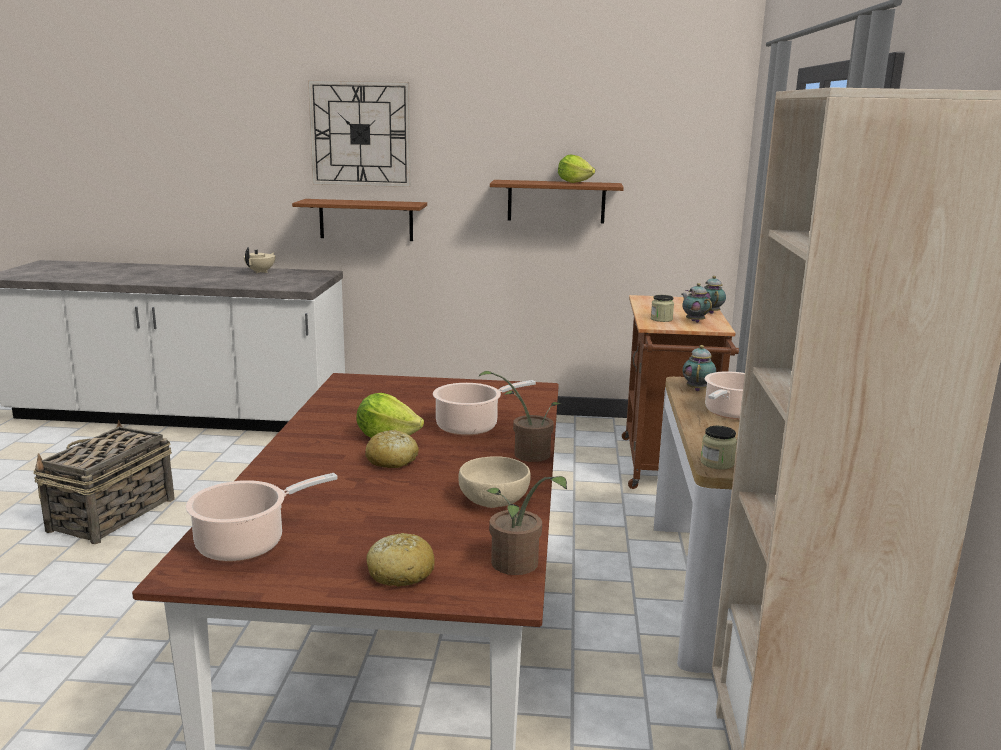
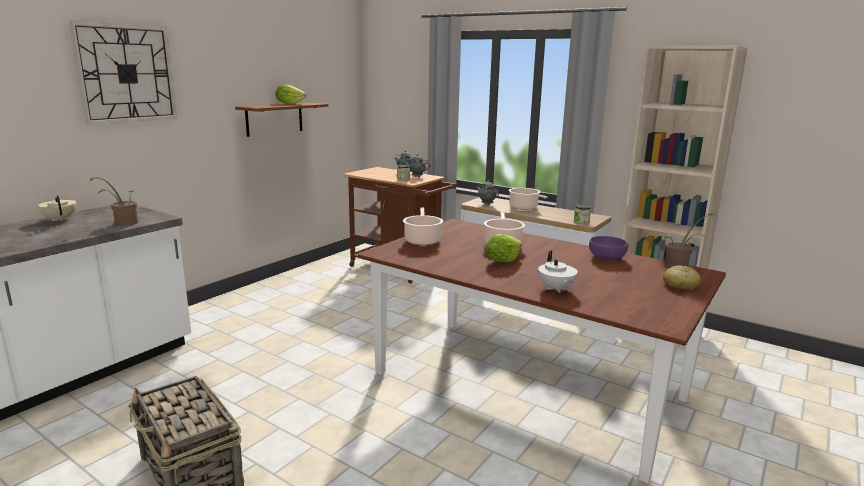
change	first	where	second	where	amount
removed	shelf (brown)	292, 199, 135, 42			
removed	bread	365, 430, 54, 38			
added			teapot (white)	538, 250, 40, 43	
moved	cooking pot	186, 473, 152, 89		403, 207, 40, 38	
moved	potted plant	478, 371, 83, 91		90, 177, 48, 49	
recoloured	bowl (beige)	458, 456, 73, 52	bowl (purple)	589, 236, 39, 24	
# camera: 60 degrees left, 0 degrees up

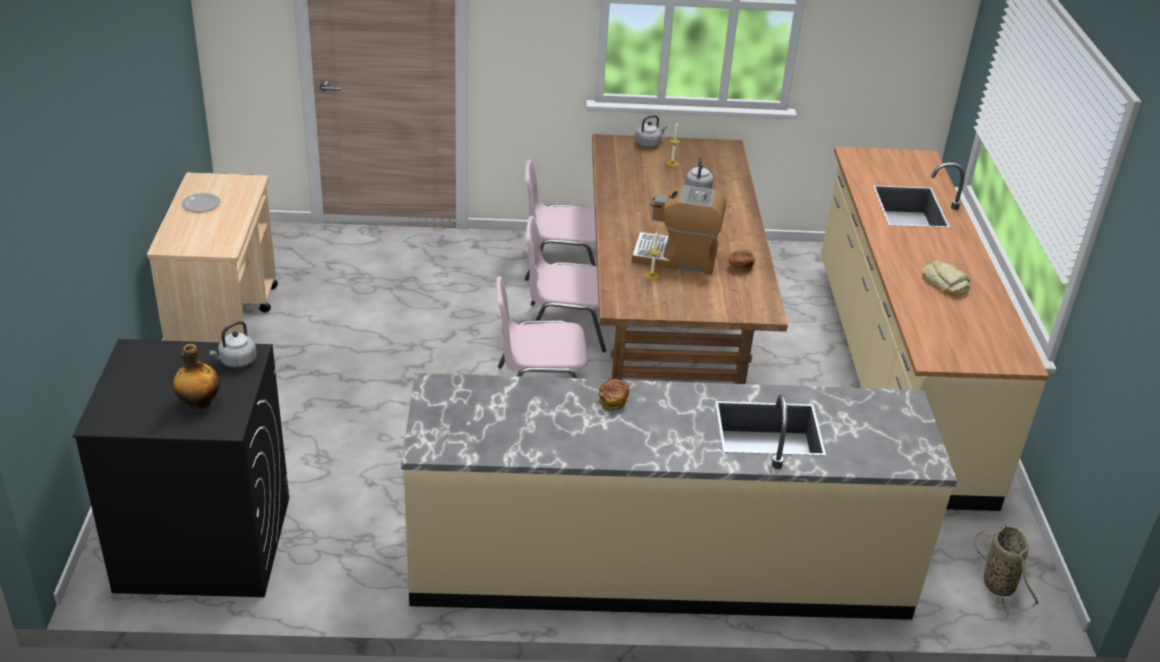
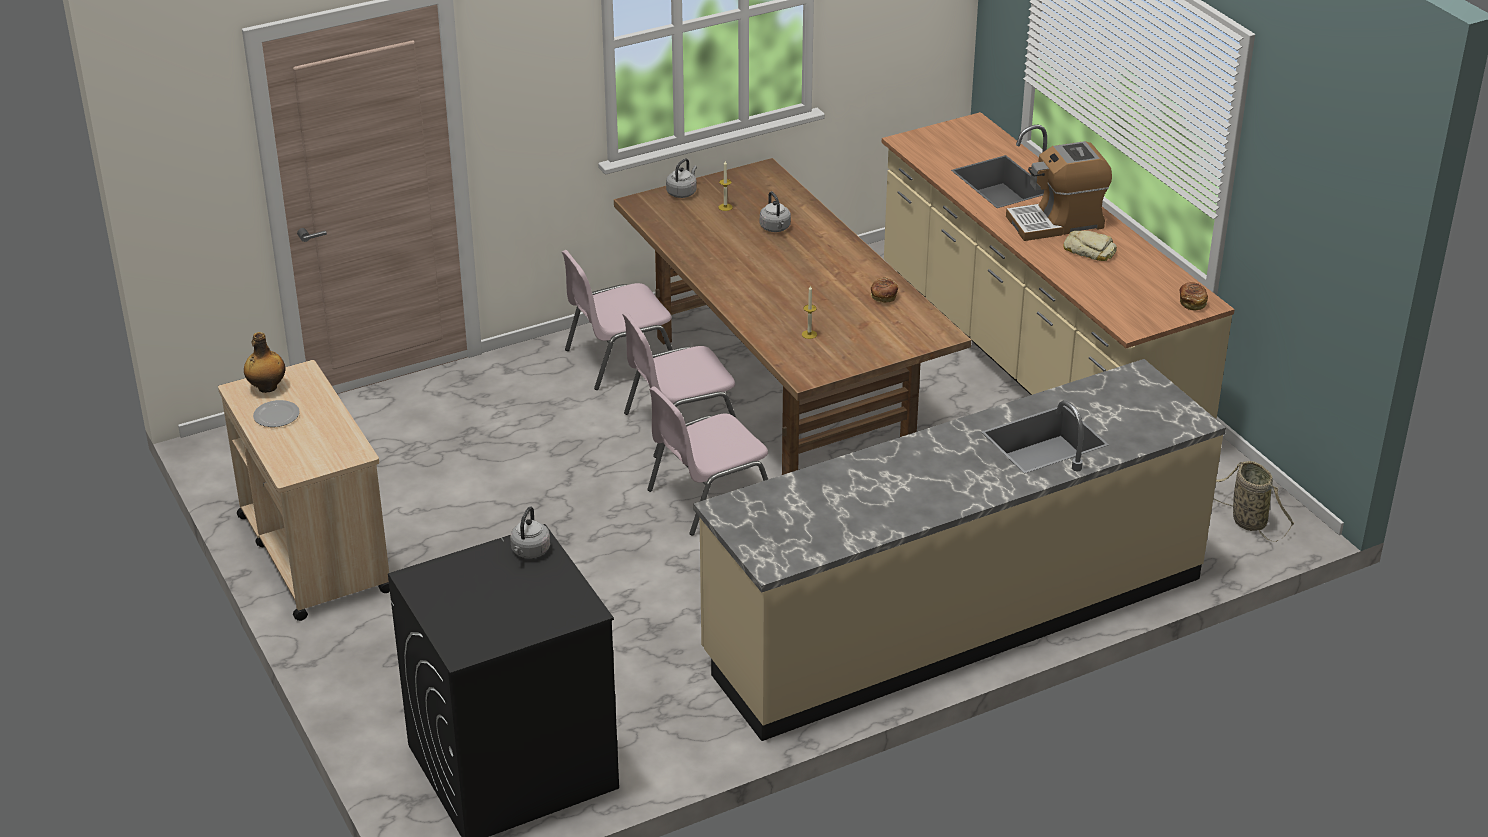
change	first	where	second	where	amount
moved	bottle	173, 344, 47, 65		244, 332, 42, 61	
moved	bread	599, 379, 31, 31		1180, 282, 28, 28	
moved	coffee machine	632, 185, 94, 90		1006, 141, 106, 100	
# camera: 25 degrees left, 0 degrees up

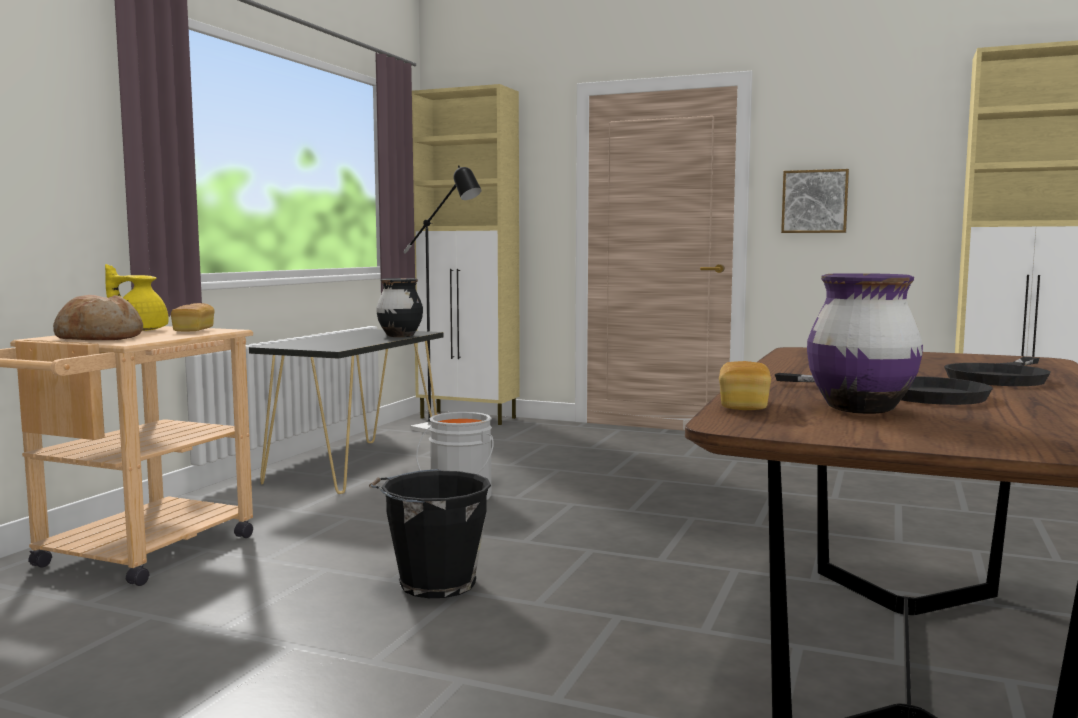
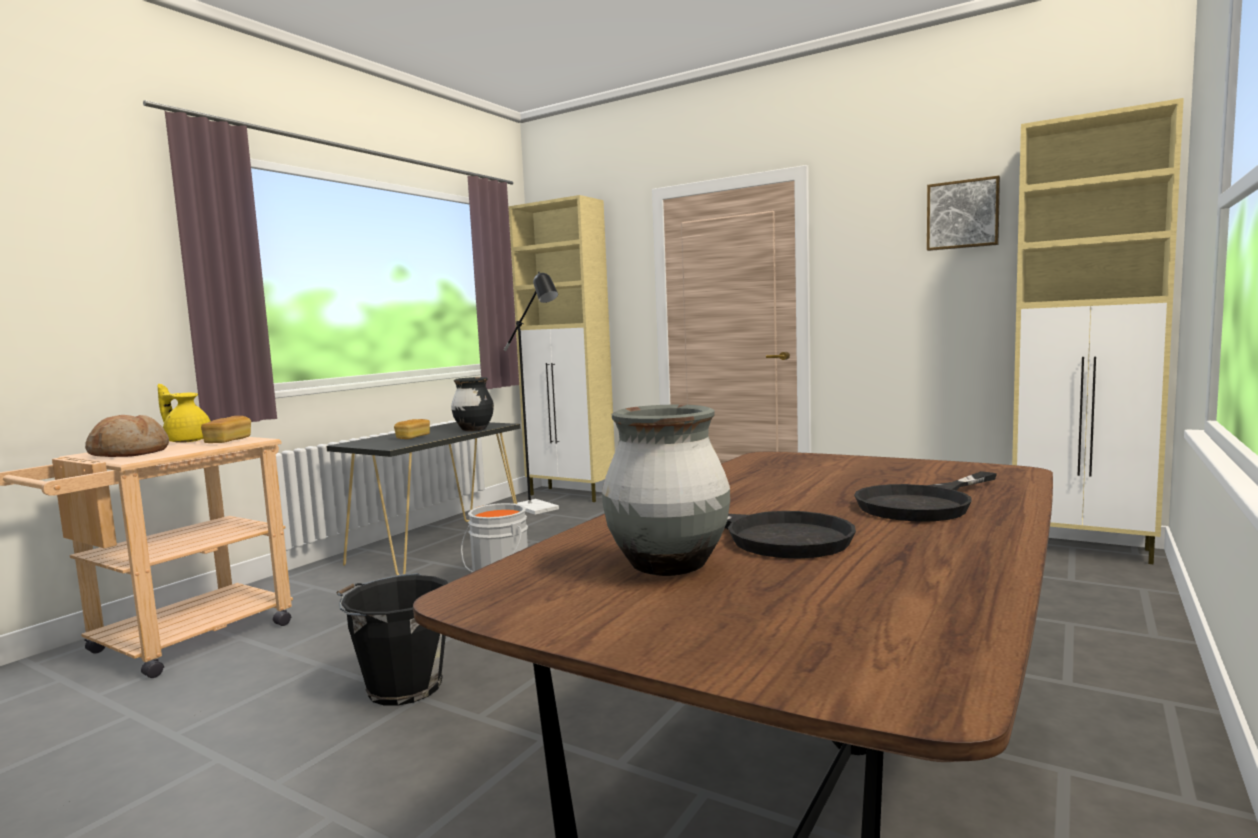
change	first	where	second	where	amount
moved	bread	719, 361, 52, 49		394, 419, 36, 20	
moved	picture	781, 169, 68, 64		927, 176, 73, 75	
recoloured	vase (purple)	807, 273, 116, 141	vase (grey)	602, 405, 128, 171	
# camera: 10 degrees right, 0 degrees up

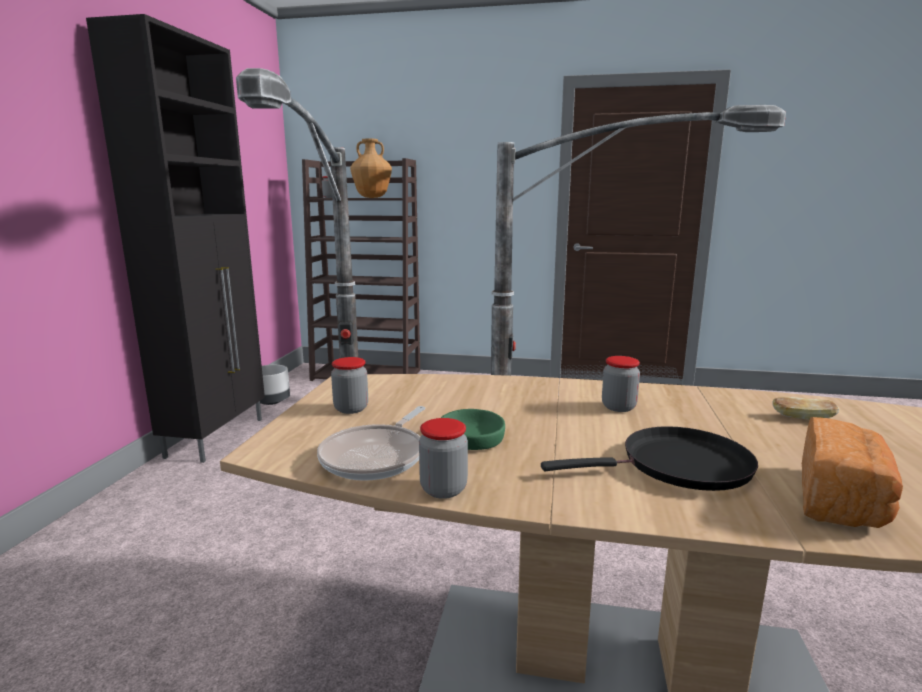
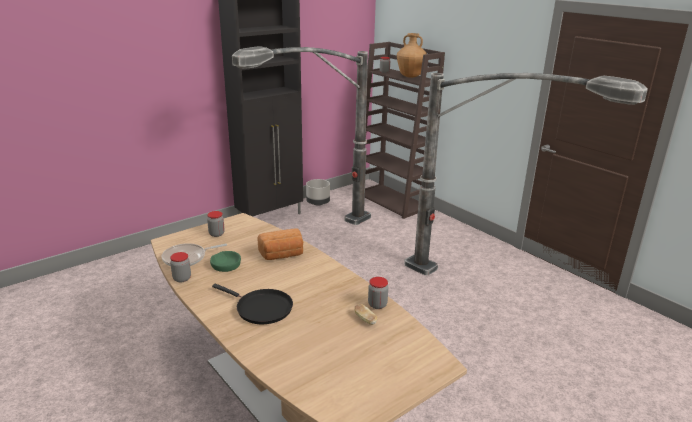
change	first	where	second	where	amount
moved	jar	602, 356, 38, 56		368, 277, 20, 32	
moved	bread	802, 417, 101, 111		257, 228, 46, 32	
# camera: 40 degrees right, 10 degrees up

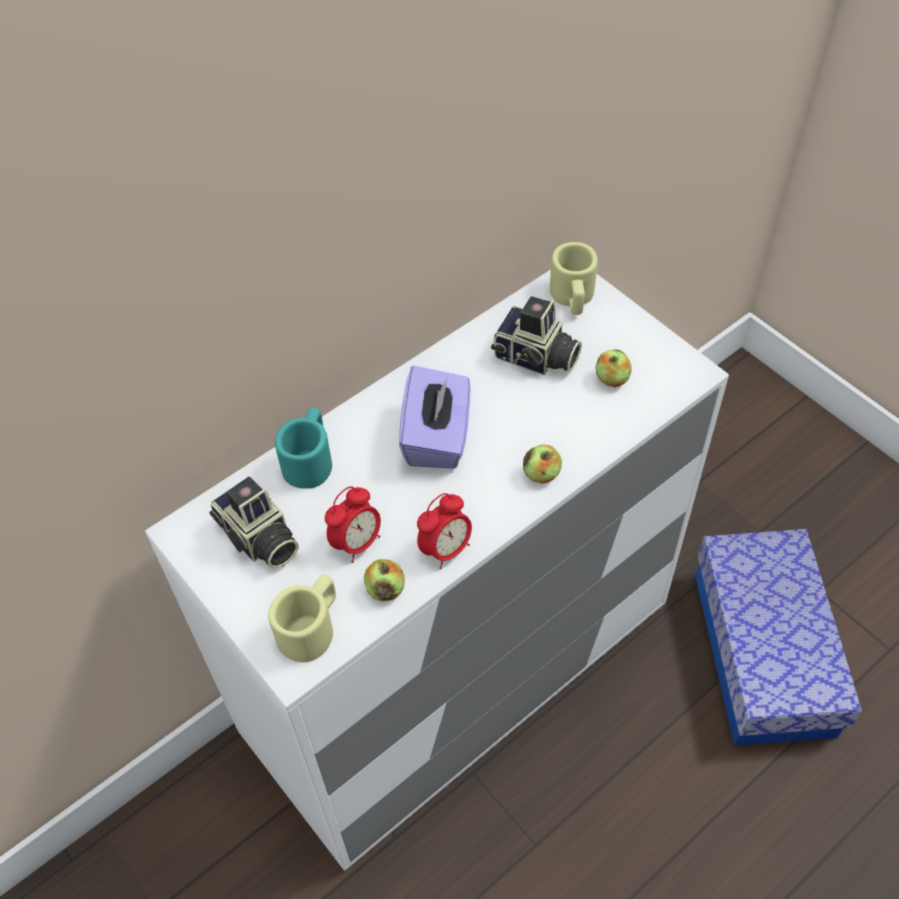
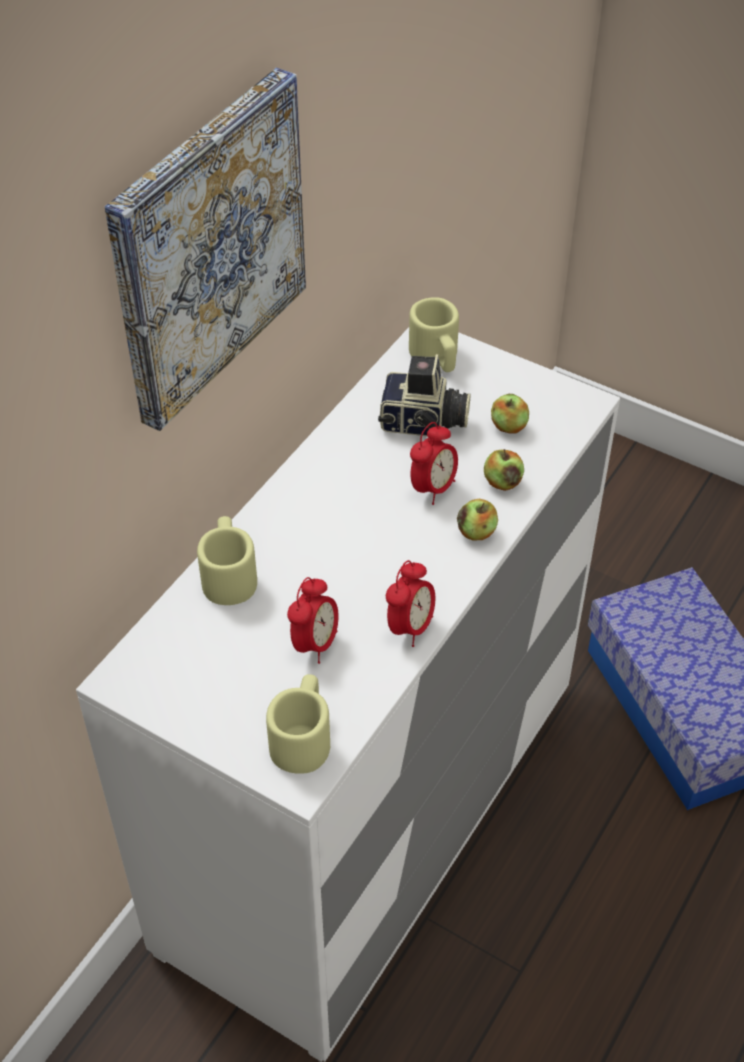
change	first	where	second	where	amount
removed	photo camera	209, 477, 89, 92			
removed	tissue box (purple)	399, 366, 72, 103			
added			picture	105, 68, 201, 363	
added			alarm clock	410, 422, 48, 83	
moved	apple	364, 559, 41, 42		484, 449, 40, 42	
recoloured	mug (turquoise)	275, 408, 57, 81	mug (beige)	197, 516, 60, 89	
# camera: 20 degrees left, 5 degrees down

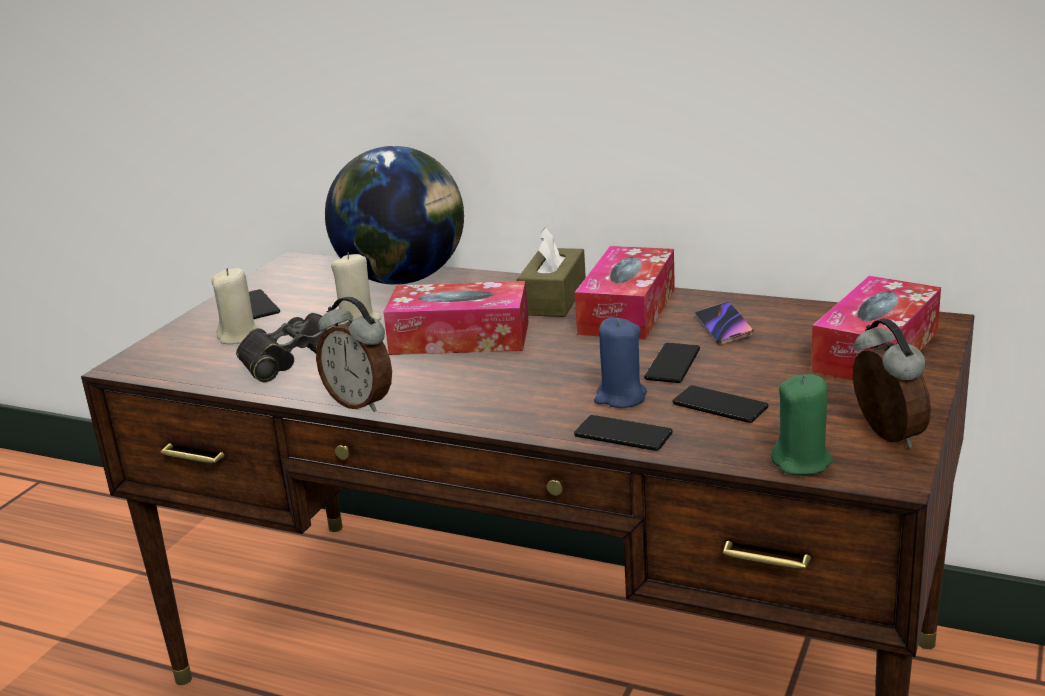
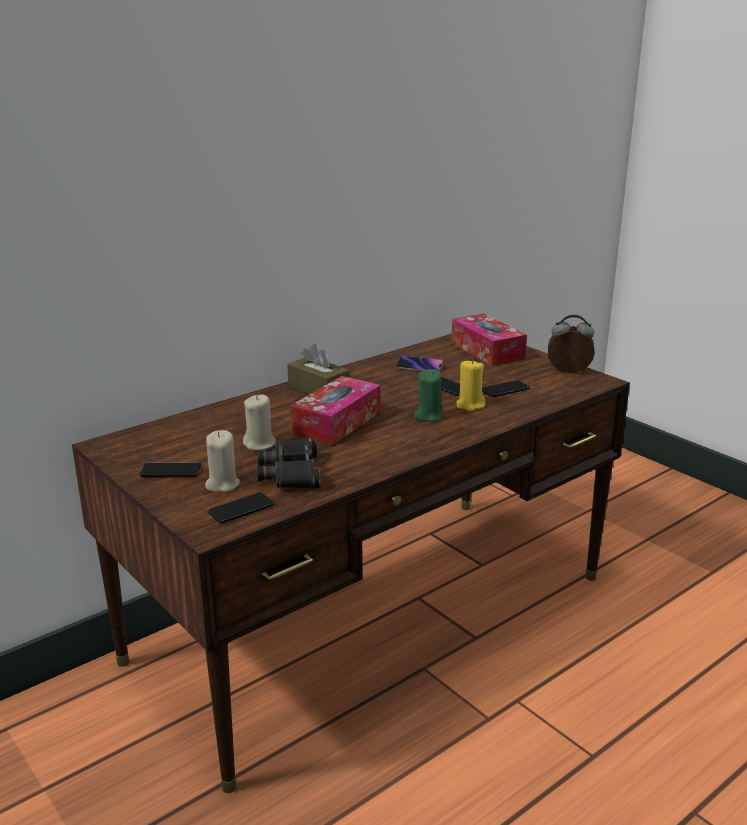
change	first	where	second	where	amount
removed	alarm clock	316, 297, 76, 115			
removed	globe	325, 146, 139, 139			
removed	tissue box	575, 246, 100, 94			
moved	phone	574, 415, 99, 36		208, 492, 66, 31	
moved	candle (green)	771, 374, 62, 101		414, 369, 29, 53	
recoloured	candle (blue)	594, 317, 53, 91	candle (yellow)	457, 359, 29, 53	
# camera: 65 degrees left, 0 degrees up

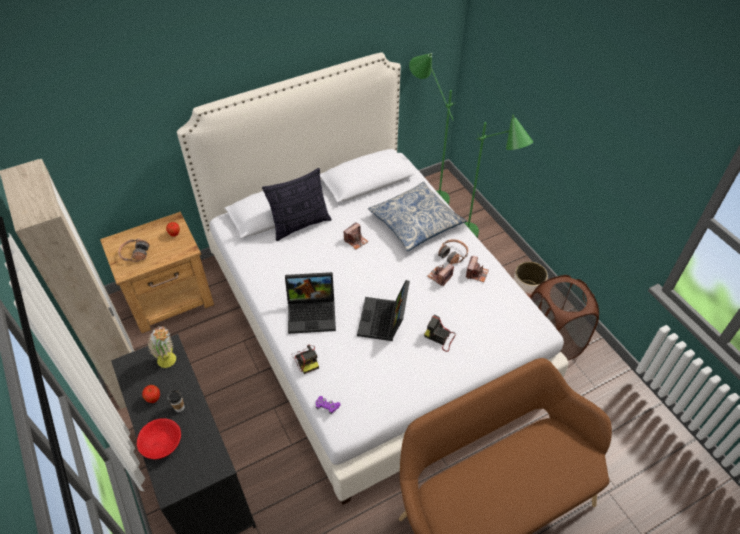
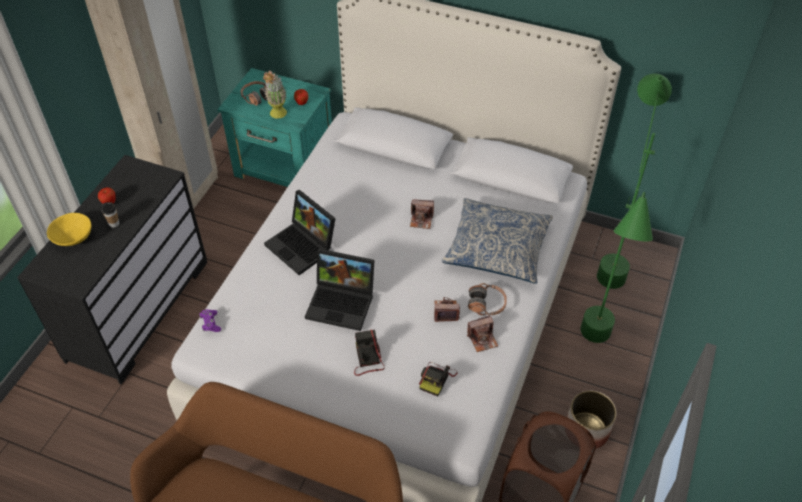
change	first	where	second	where	amount
removed	pillow	262, 168, 70, 73			
moved	potted plant	147, 326, 29, 42		263, 70, 24, 49	
moved	photo camera	292, 344, 27, 30		419, 362, 39, 34	
recoloured	nightstand (brown)	100, 212, 114, 121	nightstand (turquoise)	217, 68, 115, 119	
recoloured	bowl (red)	137, 418, 44, 41	bowl (yellow)	47, 213, 44, 33	
turned	laptop	357, 280, 53, 61		305, 249, 69, 82	135 degrees counterclockwise
# camera: 50 degrees right, 0 degrees up

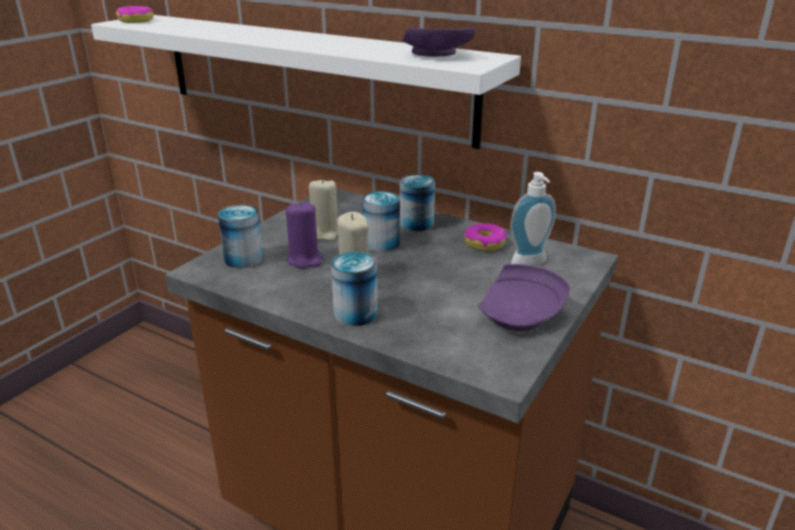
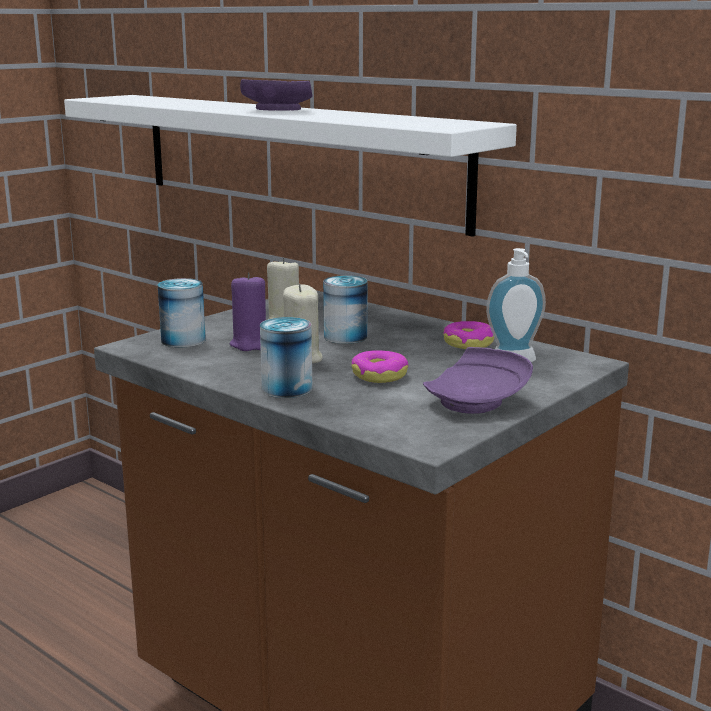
change	first	where	second	where	amount
removed	can	400, 174, 35, 57			
moved	donut	116, 6, 38, 17		351, 350, 58, 33	
moved	plate (purple)	402, 27, 73, 30		240, 79, 72, 32	
# camera: 10 degrees right, 10 degrees down

